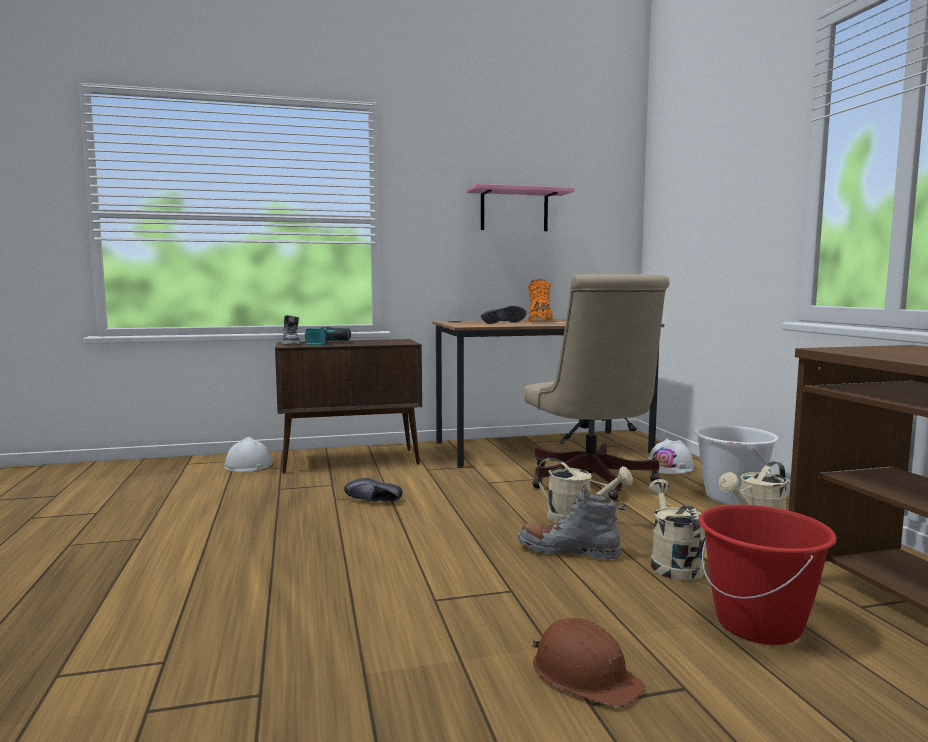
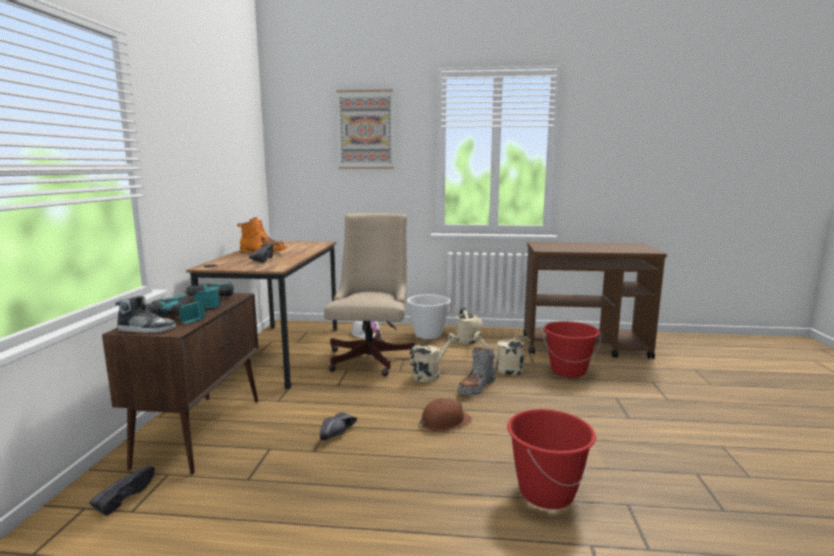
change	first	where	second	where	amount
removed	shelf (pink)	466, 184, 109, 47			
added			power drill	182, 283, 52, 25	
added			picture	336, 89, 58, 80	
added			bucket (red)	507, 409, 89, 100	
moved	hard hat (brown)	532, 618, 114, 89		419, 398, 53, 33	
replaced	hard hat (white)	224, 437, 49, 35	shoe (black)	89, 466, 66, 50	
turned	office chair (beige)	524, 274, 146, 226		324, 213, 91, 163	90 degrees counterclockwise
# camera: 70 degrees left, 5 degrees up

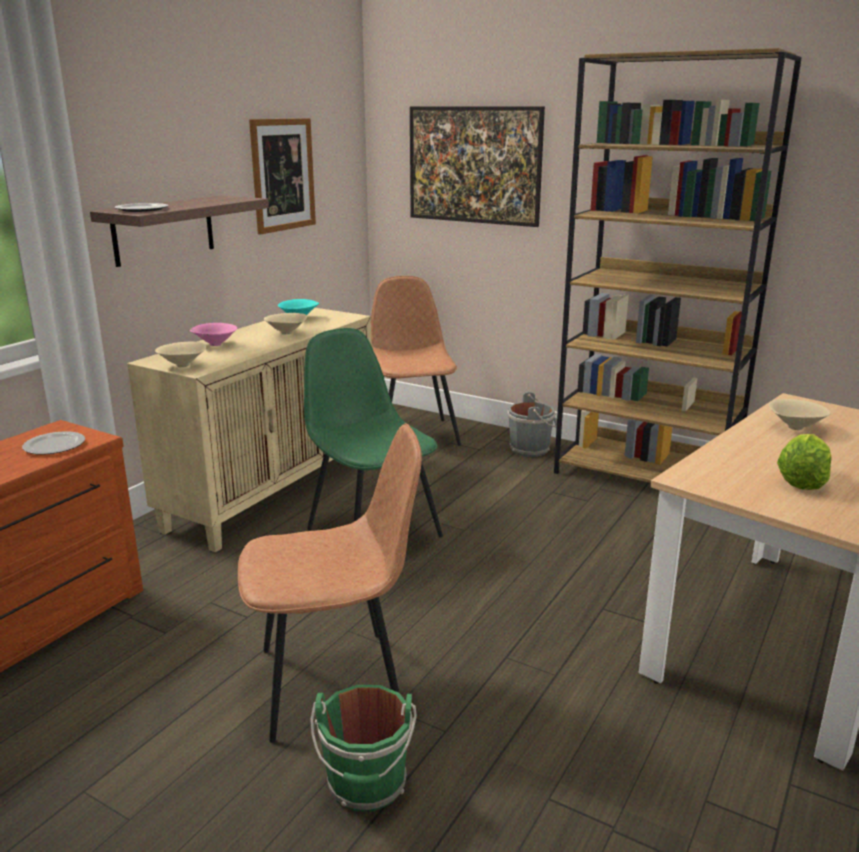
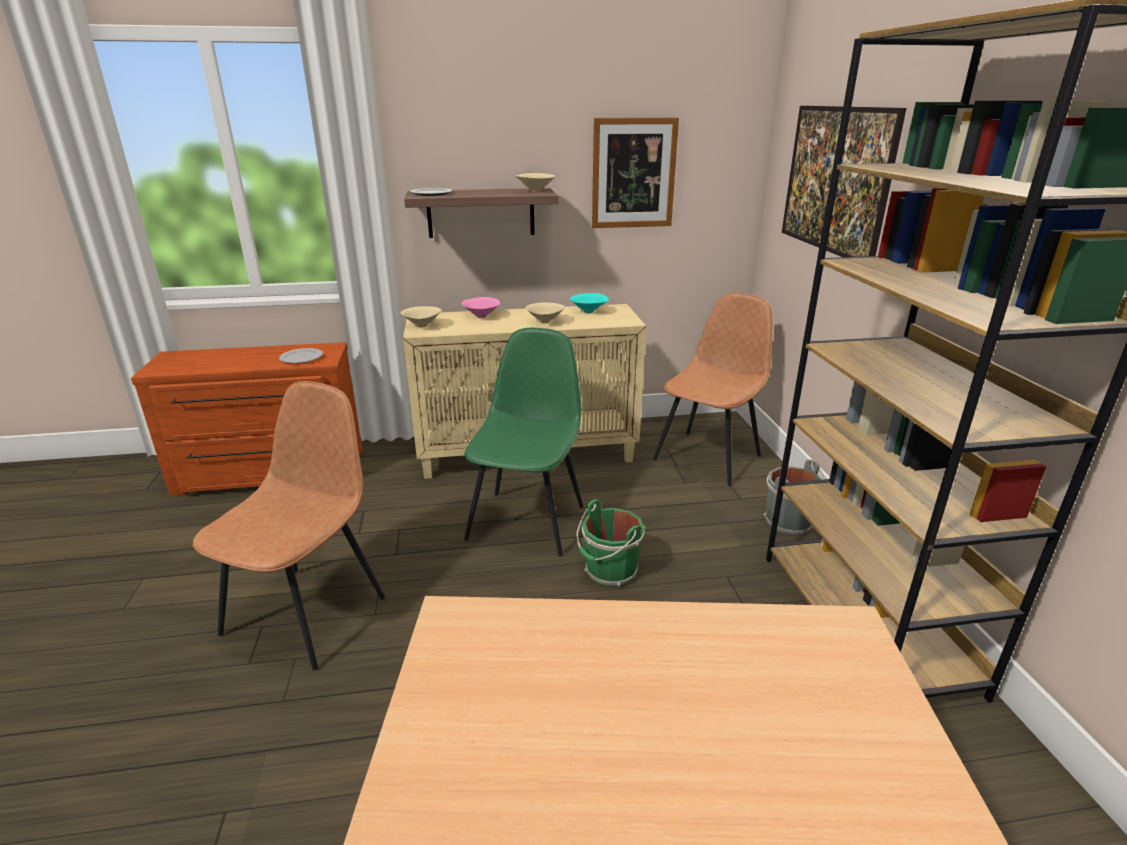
change	first	where	second	where	amount
removed	lettuce	777, 434, 55, 56			
moved	bucket (green)	310, 685, 107, 126		576, 499, 70, 88	
moved	bowl (beige)	769, 399, 61, 31		515, 173, 40, 19	
turned	chair (brown)	238, 423, 184, 320		193, 381, 192, 290	105 degrees counterclockwise
# camera: 50 degrees right, 5 degrees up

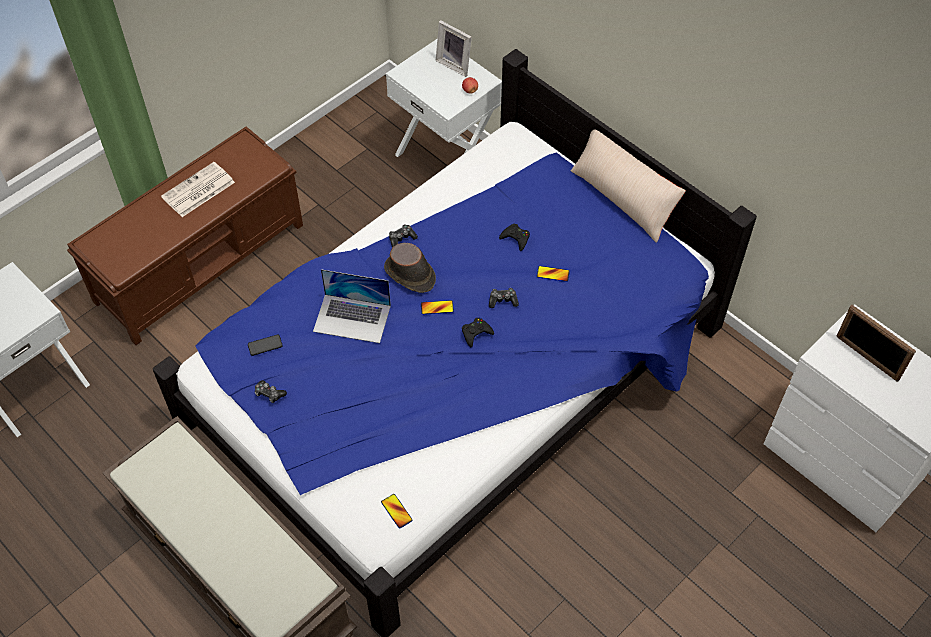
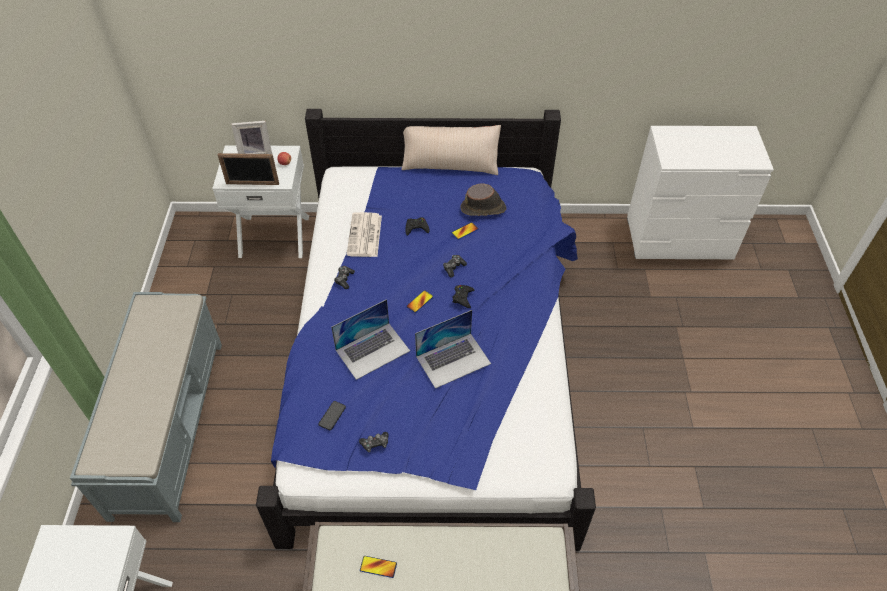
change	first	where	second	where	amount
added			laptop	415, 310, 76, 79	
moved	newspaper	161, 162, 74, 55		347, 212, 35, 45	
moved	phone	381, 494, 32, 35		360, 556, 37, 22	
moved	hat (brown)	384, 243, 52, 50		460, 184, 46, 32	
moved	picture frame	836, 305, 80, 77		218, 153, 61, 32	
recoloured	bench (brown)	67, 126, 236, 219	bench (grey)	70, 292, 152, 230	
# camera: 45 degrees left, 5 degrees down

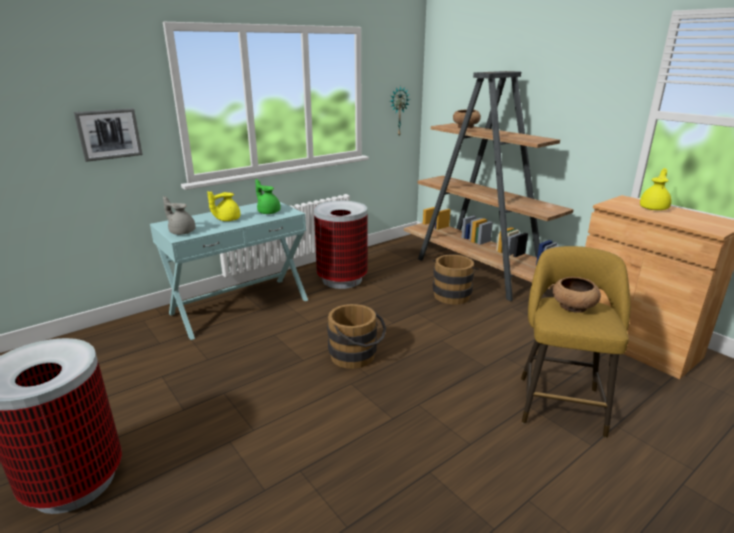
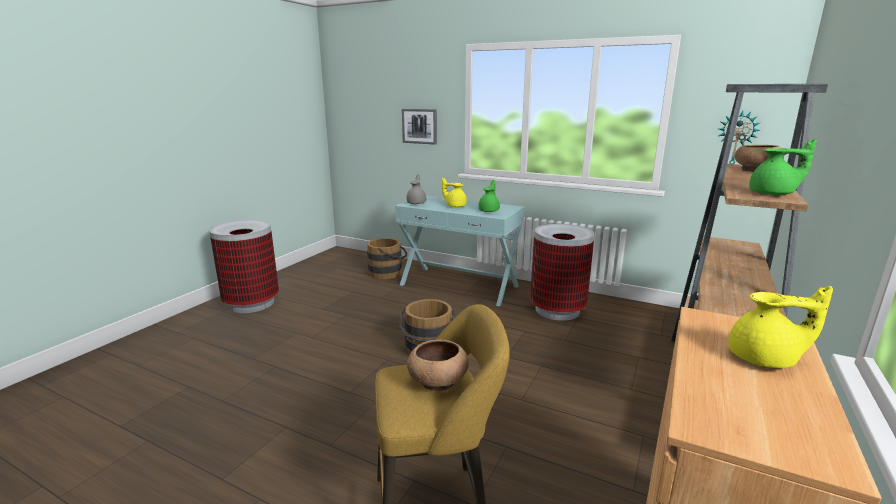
change	first	where	second	where	amount
added			teapot (green)	749, 139, 68, 56	
moved	bucket (brown)	433, 255, 46, 50		367, 238, 40, 41	
# camera: 65 degrees right, 5 degrees down

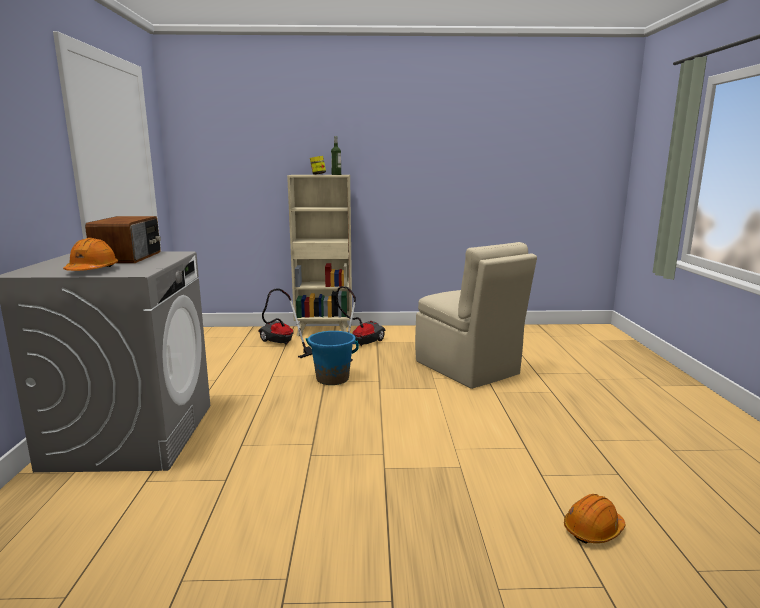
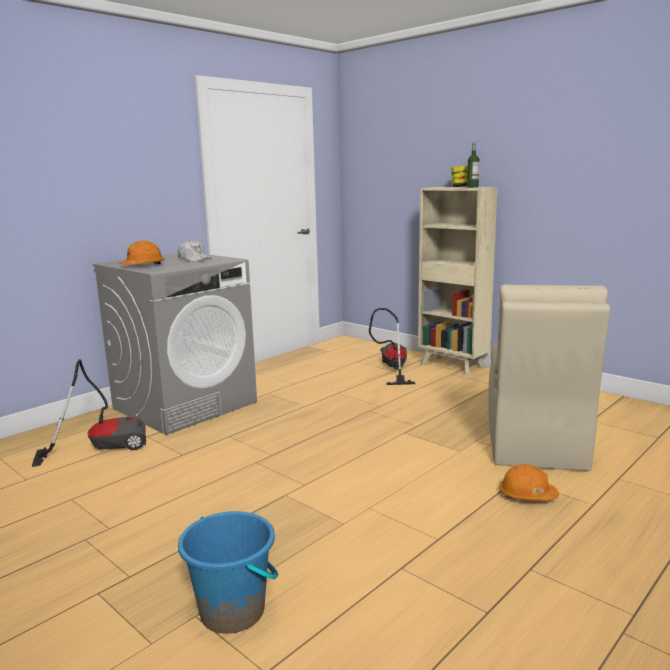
change	first	where	second	where	amount
moved	bucket (blue)	306, 331, 53, 54		178, 511, 100, 123	
moved	vacuum cleaner	336, 286, 49, 75		32, 359, 114, 108	
moved	hard hat (orange)	564, 494, 61, 50		499, 464, 60, 37	
replaced	radio	85, 216, 76, 47	cap (white)	178, 240, 33, 22	
# camera: 45 degrees right, 0 degrees up

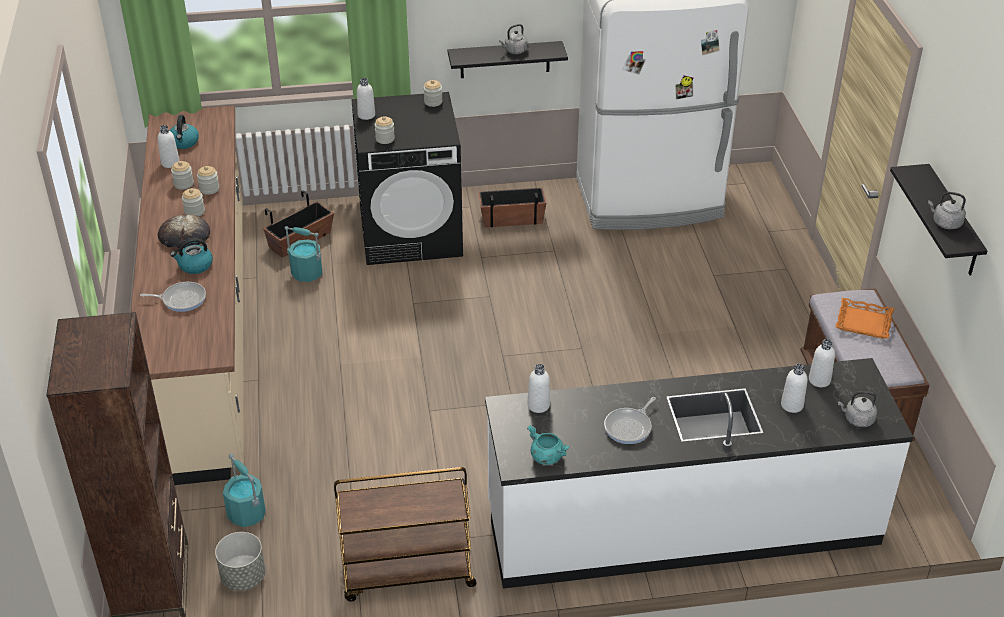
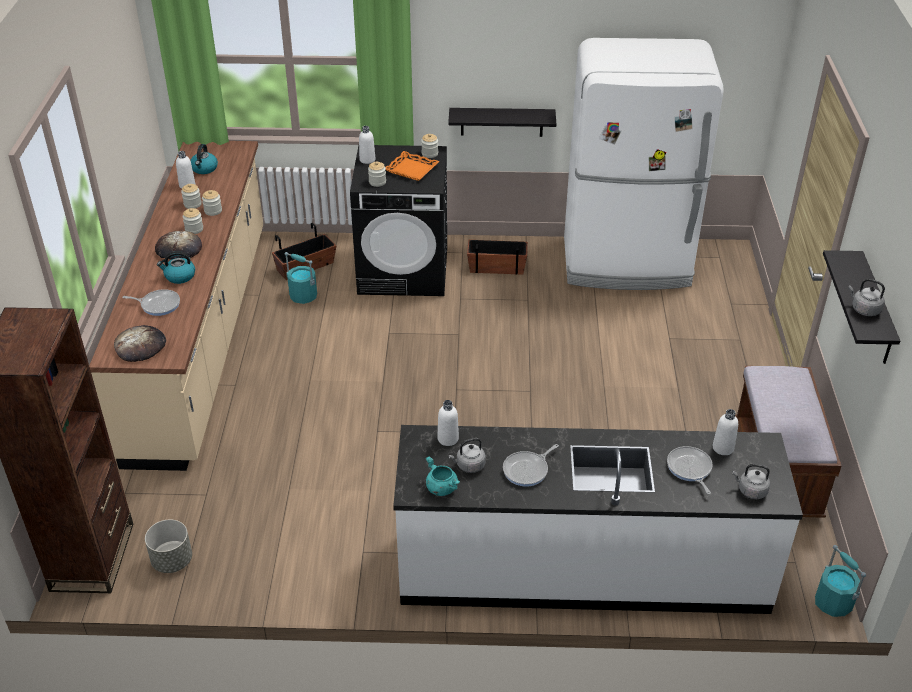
change	first	where	second	where	amount
removed	cart (brown)	334, 467, 142, 135			
added			bread	114, 325, 52, 37	
moved	bucket (turquoise)	223, 454, 43, 73		815, 545, 51, 72	
moved	kettle (grey)	499, 24, 28, 30		448, 438, 38, 35	
moved	tray (orange)	835, 298, 59, 40		386, 151, 54, 30	
replaced	bottle (white)	781, 364, 27, 49	frying pan	667, 446, 46, 48	
# camera: 10 degrees right, 0 degrees up

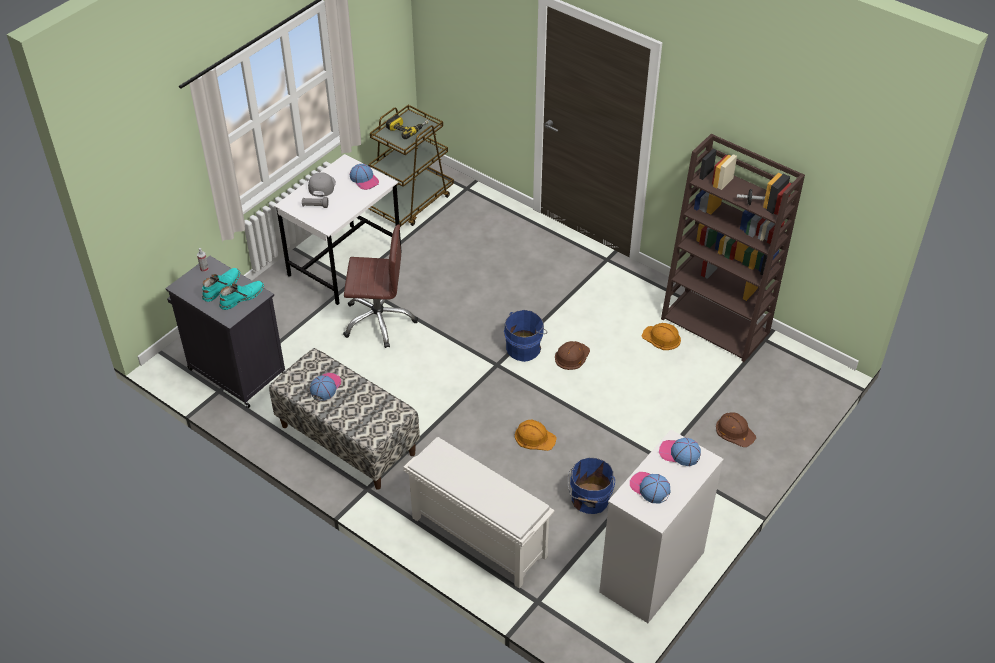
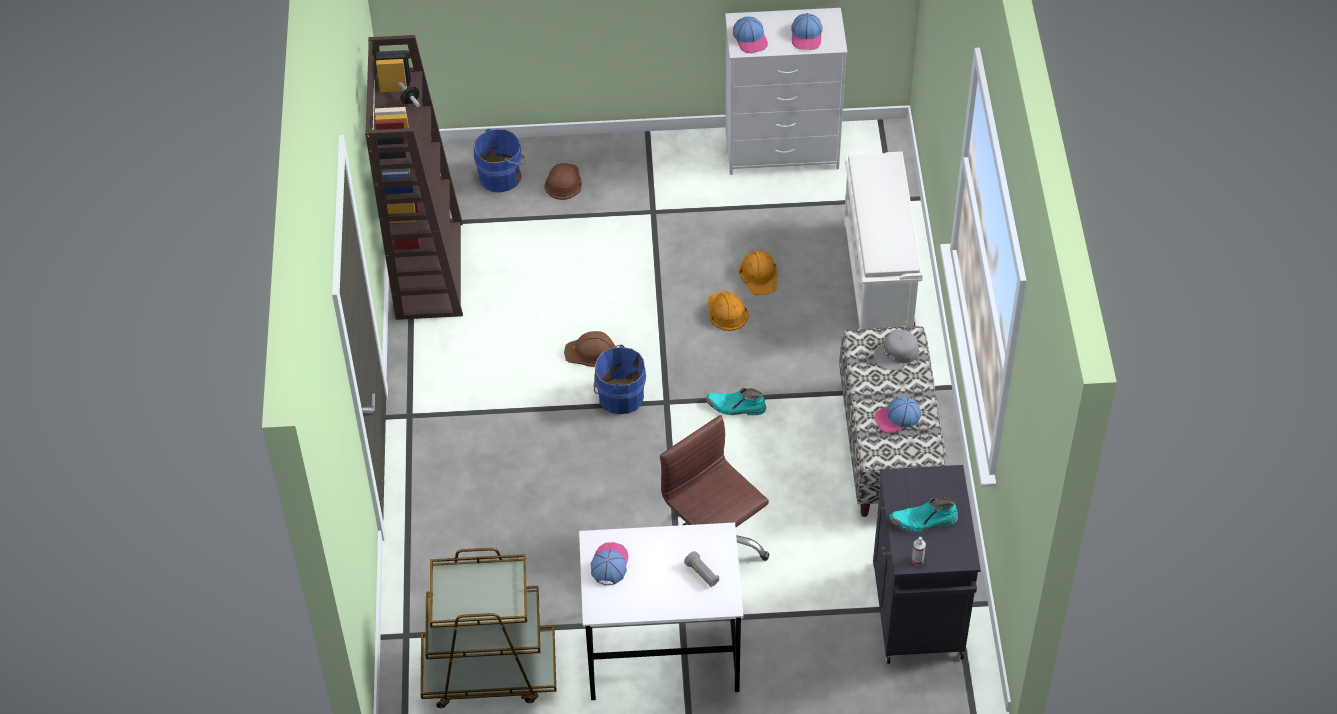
change	first	where	second	where	amount
removed	power drill	386, 115, 43, 24			
moved	boot (turquoise)	219, 281, 45, 29		706, 387, 60, 28	
moved	cap (grey)	308, 172, 28, 25		873, 330, 46, 40	
moved	bucket (blue)	568, 458, 47, 56		474, 129, 52, 64	
moved	hard hat (orange)	642, 323, 39, 27		738, 250, 40, 45	
# camera: 130 degrees left, 5 degrees up

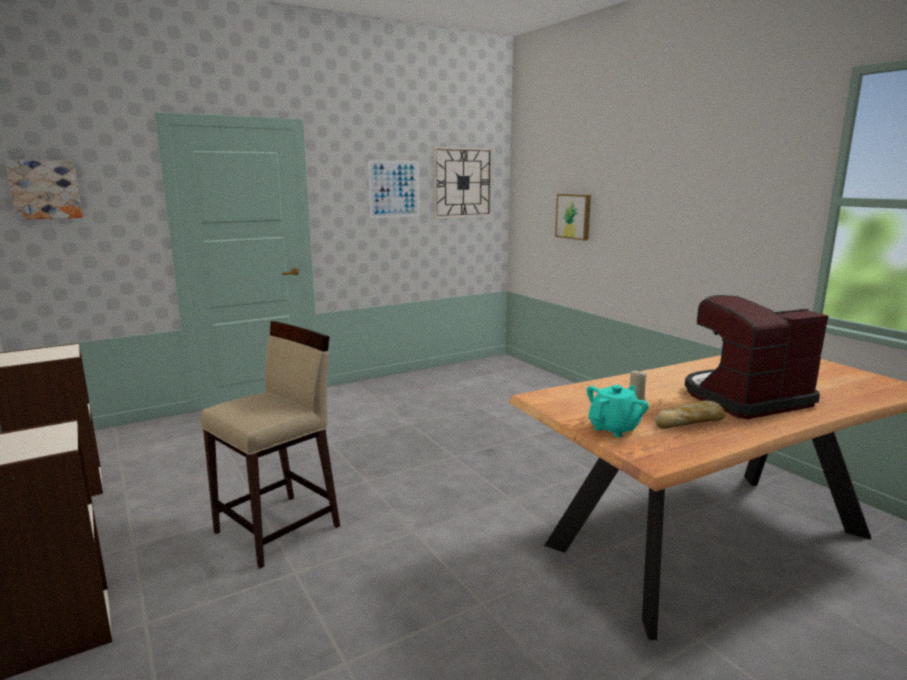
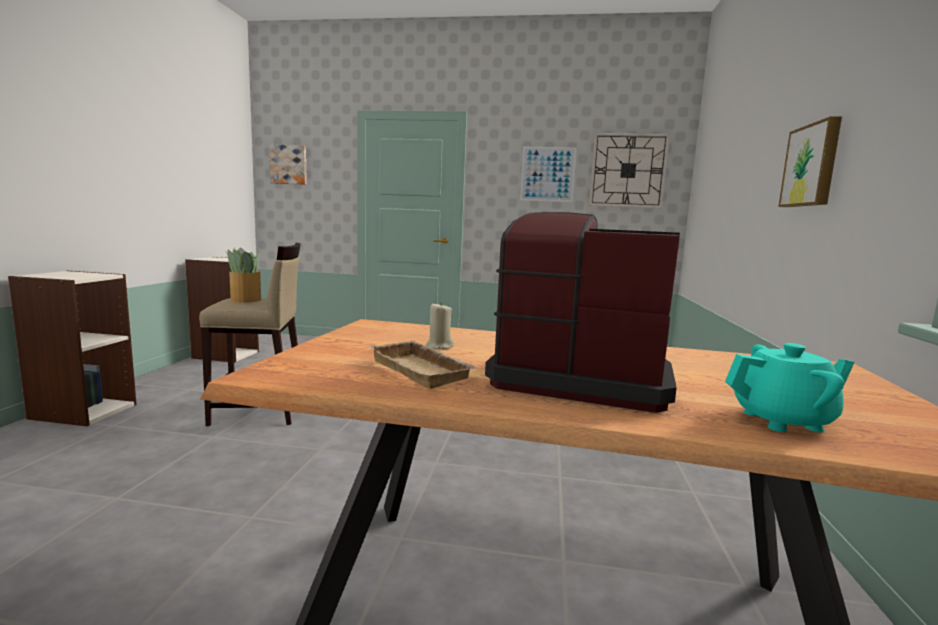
change	first	where	second	where	amount
added			potted plant	226, 247, 35, 56	
moved	picture	555, 194, 36, 46		778, 116, 64, 91	
moved	teapot (turquoise)	587, 385, 62, 52		725, 343, 129, 89	
replaced	bread	655, 400, 71, 29	tray (beige)	368, 341, 110, 48	
# camera: 40 degrees right, 5 degrees down

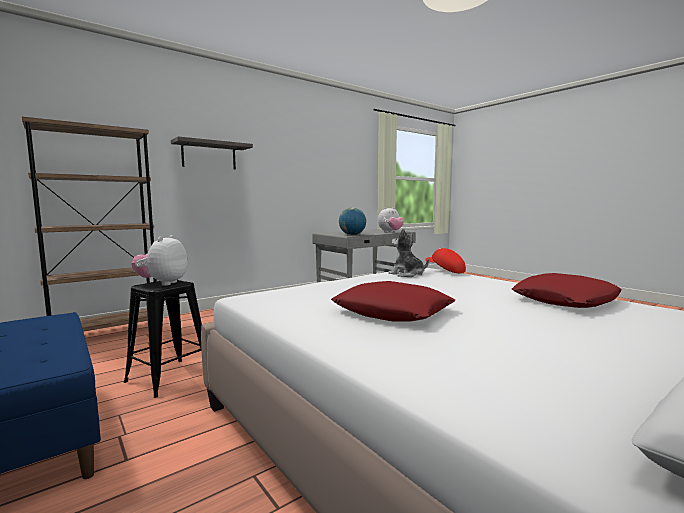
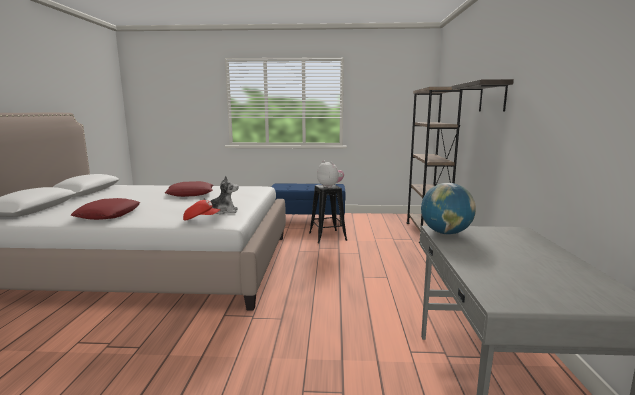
change	first	where	second	where	amount
removed	plush toy	378, 207, 26, 26			
# camera: 130 degrees right, 5 degrees up

